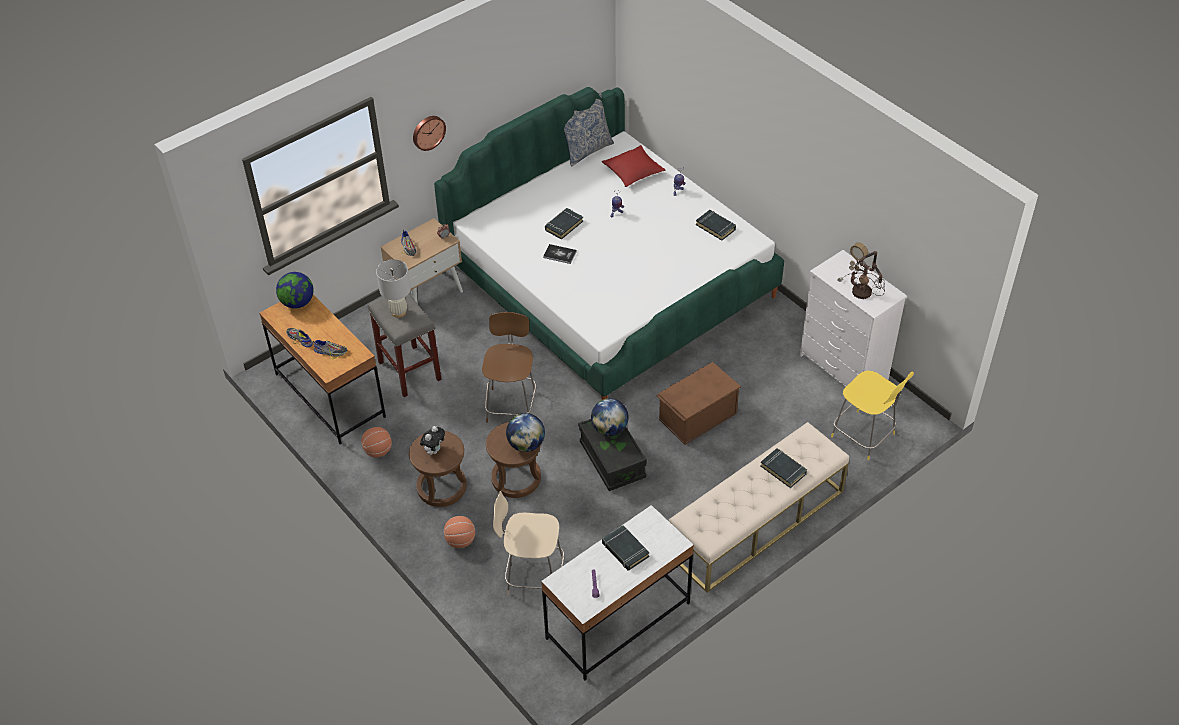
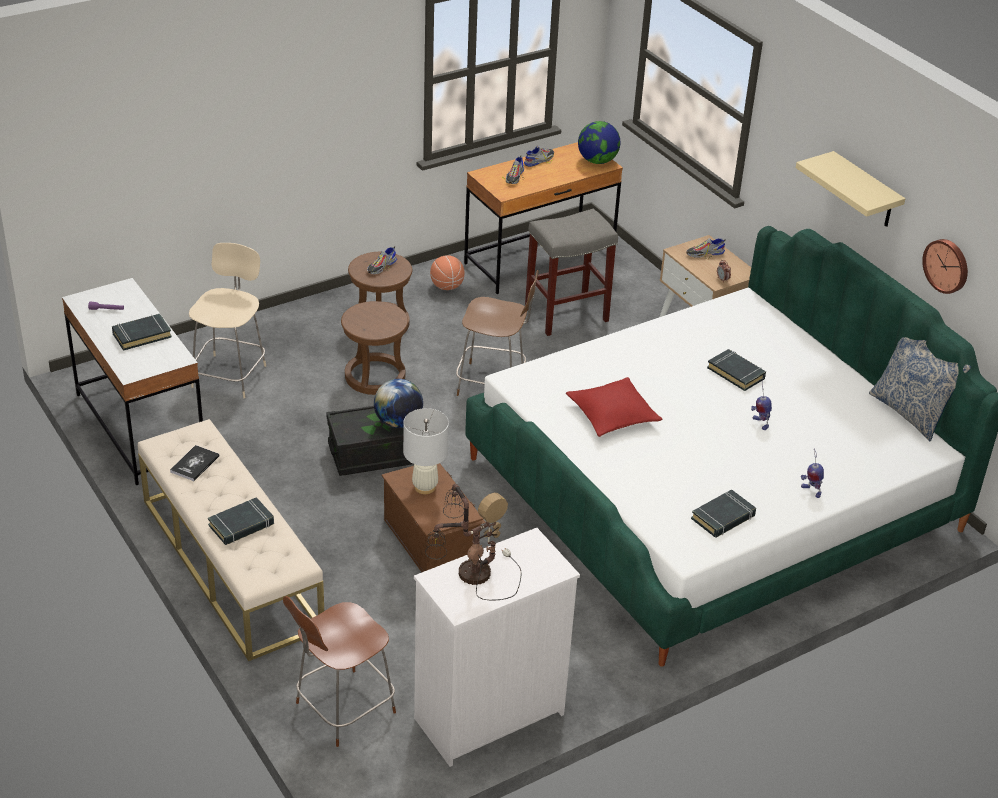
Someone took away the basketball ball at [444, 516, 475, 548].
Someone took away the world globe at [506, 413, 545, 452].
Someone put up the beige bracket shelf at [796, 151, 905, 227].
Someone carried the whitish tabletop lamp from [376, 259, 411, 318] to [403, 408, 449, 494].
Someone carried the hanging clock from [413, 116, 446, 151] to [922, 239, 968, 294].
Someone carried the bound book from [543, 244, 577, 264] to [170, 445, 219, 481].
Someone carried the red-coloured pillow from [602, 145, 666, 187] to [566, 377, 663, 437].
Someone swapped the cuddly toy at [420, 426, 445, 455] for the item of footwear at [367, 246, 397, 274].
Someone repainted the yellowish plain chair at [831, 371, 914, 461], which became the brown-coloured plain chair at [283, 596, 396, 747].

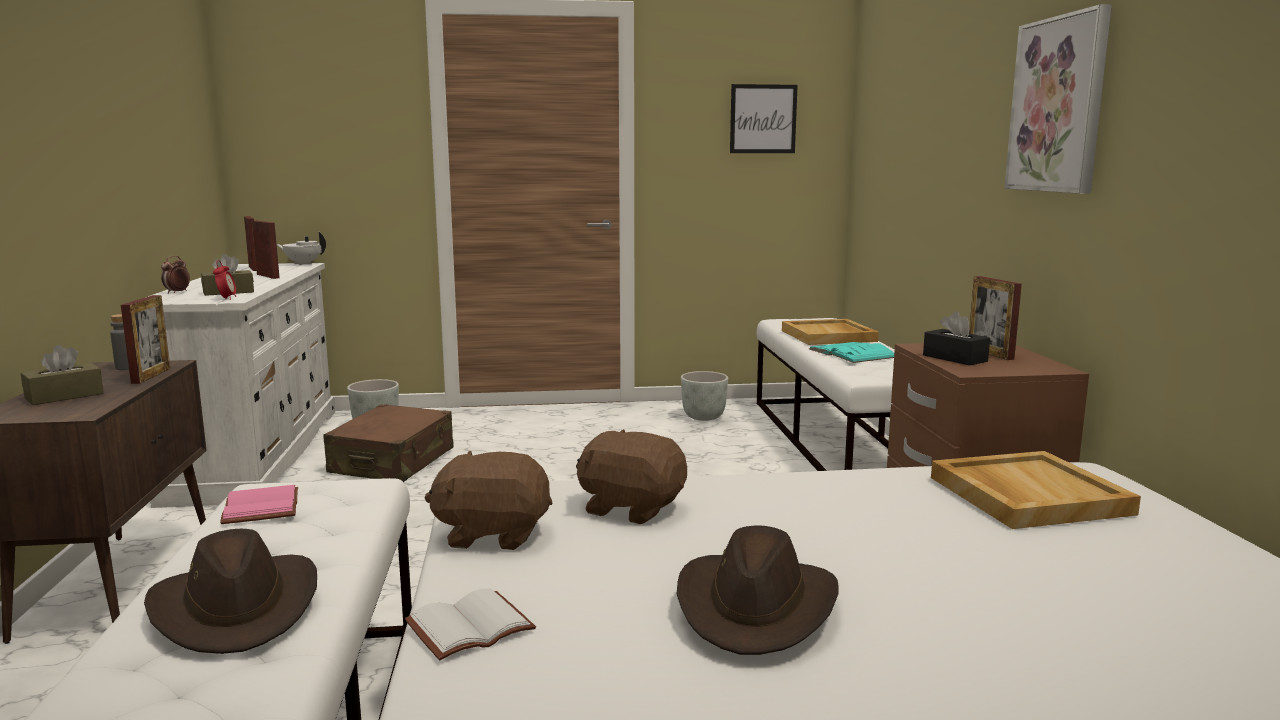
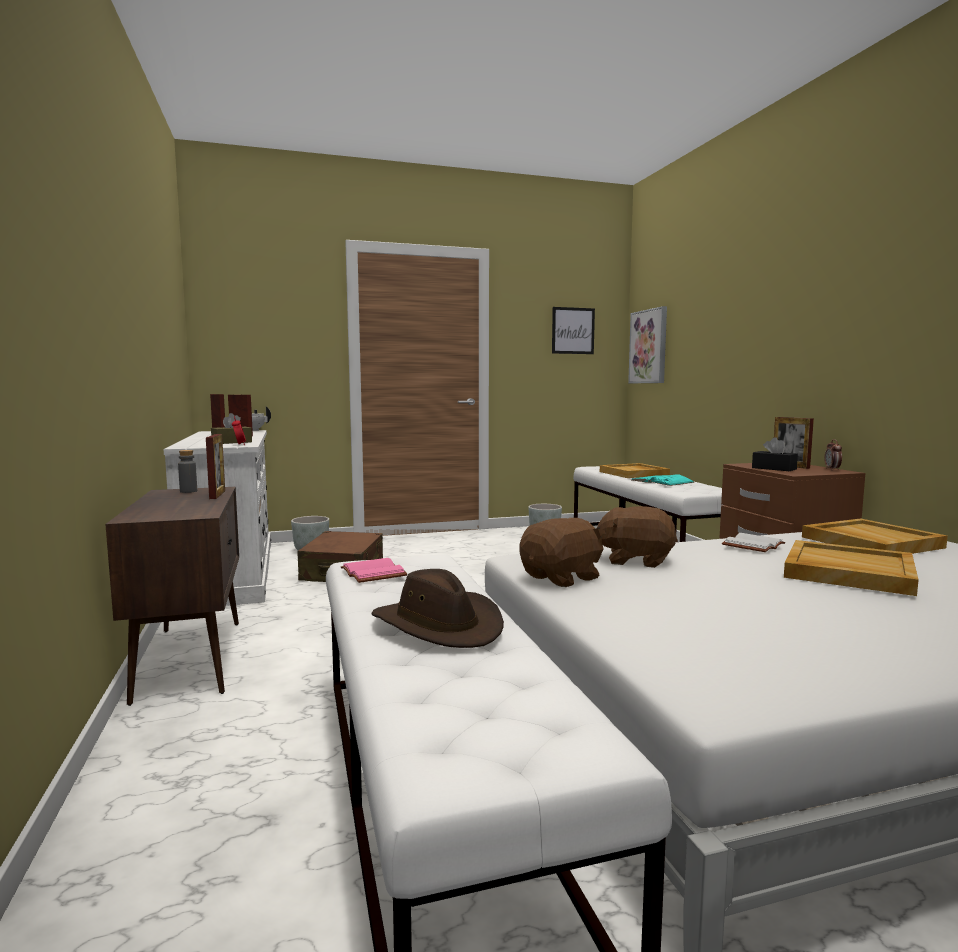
Someone took away the brown-coloured tissue holder at [21, 345, 104, 405].
Someone took away the brown-coloured clothing hat at [677, 525, 839, 655].
Someone put down the beige tray at [784, 540, 919, 596].
Someone carried the table clock from [161, 256, 190, 294] to [824, 439, 842, 470].
Someone carried the whitish bound book from [405, 588, 536, 661] to [722, 533, 785, 552].
Someone carried the picture from [1004, 4, 1112, 194] to [628, 306, 667, 383].
Someone rotated the brown-coloured cuddly toy at [424, 451, 552, 550] by 150 degrees clockwise.

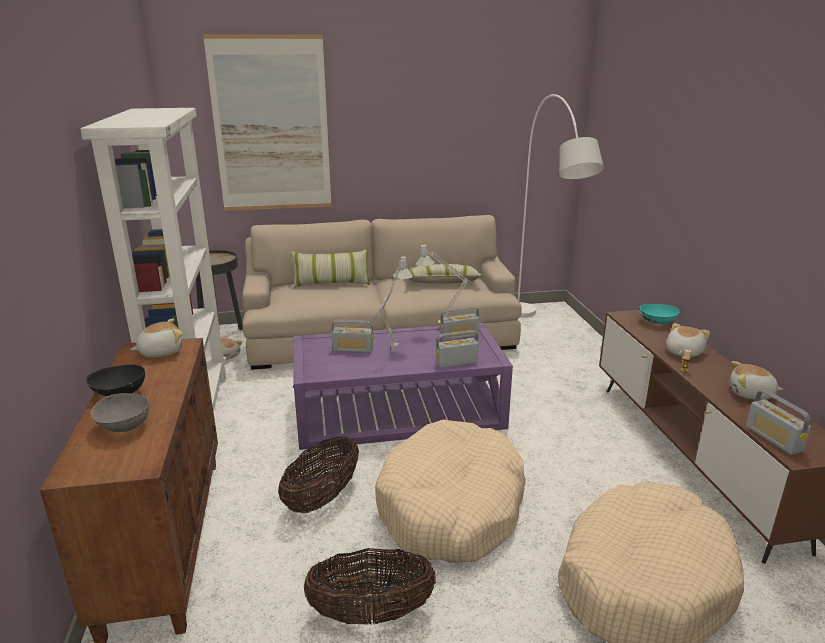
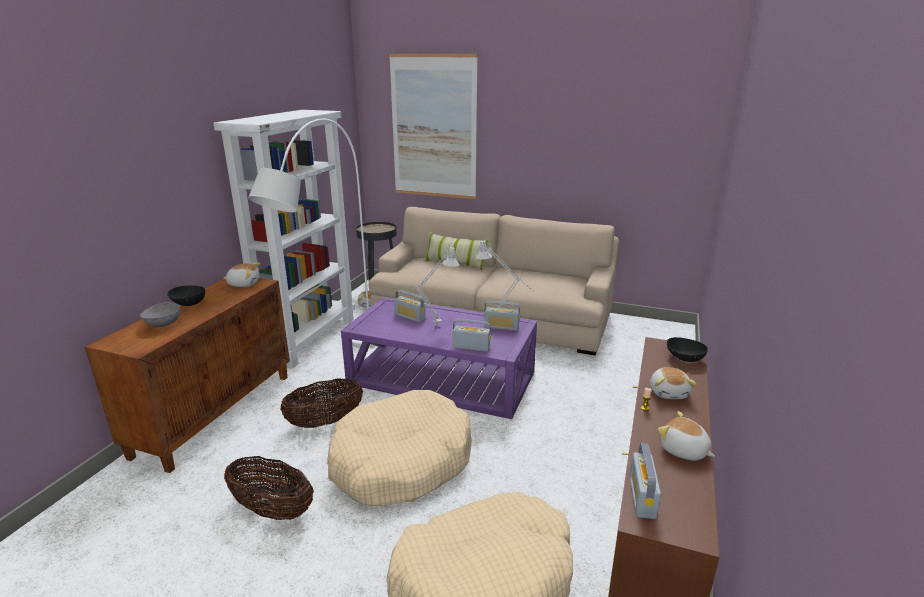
Someone took away the pillow at [408, 264, 483, 284].
Someone carried the whitish standard lamp from [518, 94, 604, 318] to [248, 118, 375, 348].
Someone repainted the turquoise-coloured deep dish at [639, 304, 679, 324], which became the black-coloured deep dish at [667, 337, 708, 362].
Someone rotated the cuddly toy at [666, 323, 710, 357] by 120 degrees clockwise.

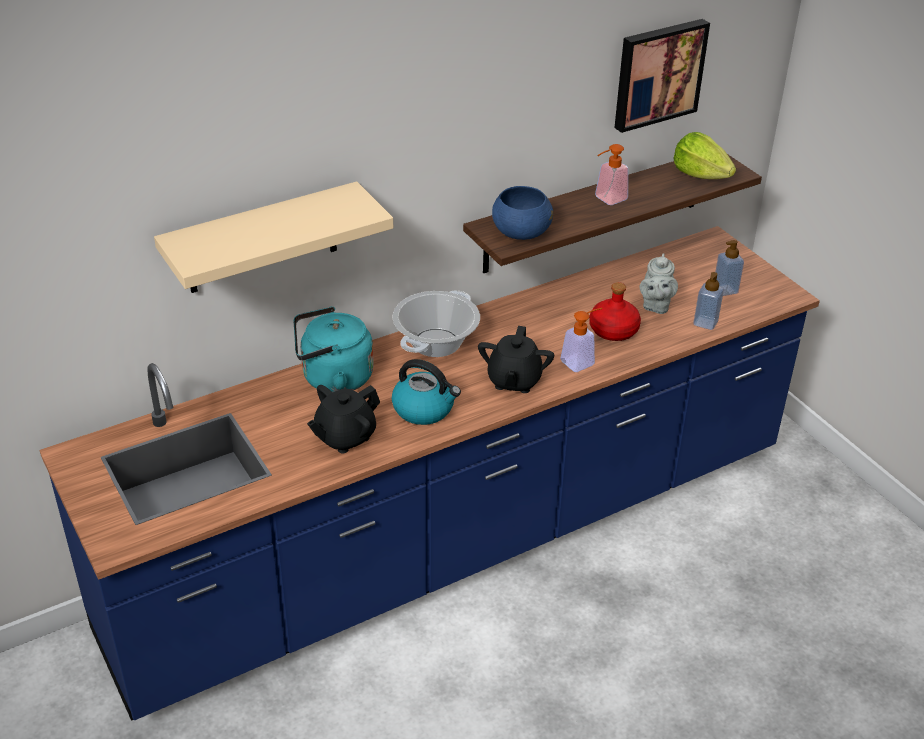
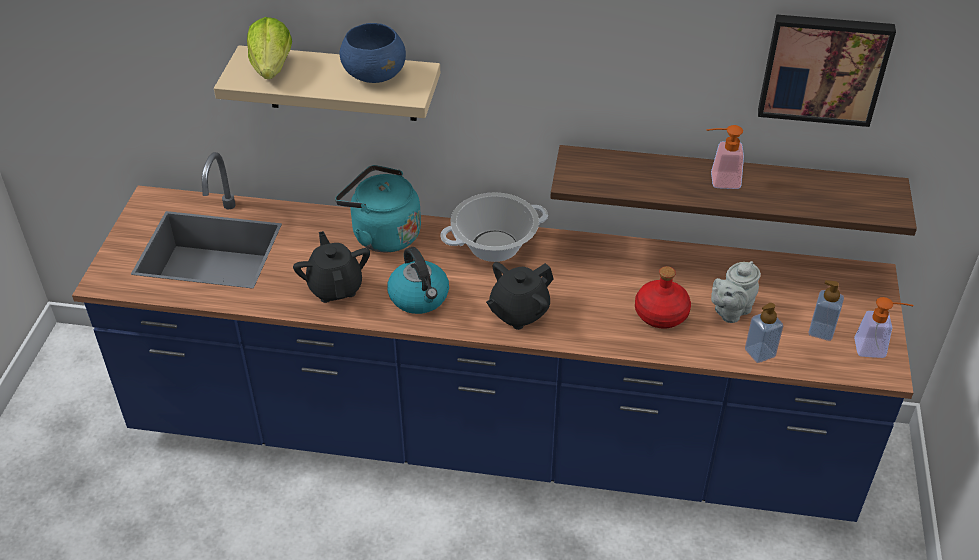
Someone carried the blue deep dish from [492, 186, 553, 240] to [340, 23, 406, 83].
Someone carried the liquid soap bottle from [560, 308, 602, 372] to [854, 297, 914, 358].
Someone carried the lettuce head from [673, 132, 736, 179] to [247, 17, 292, 79].
Someone rotated the black-coloured tea pot at [307, 385, 380, 453] by 75 degrees clockwise.

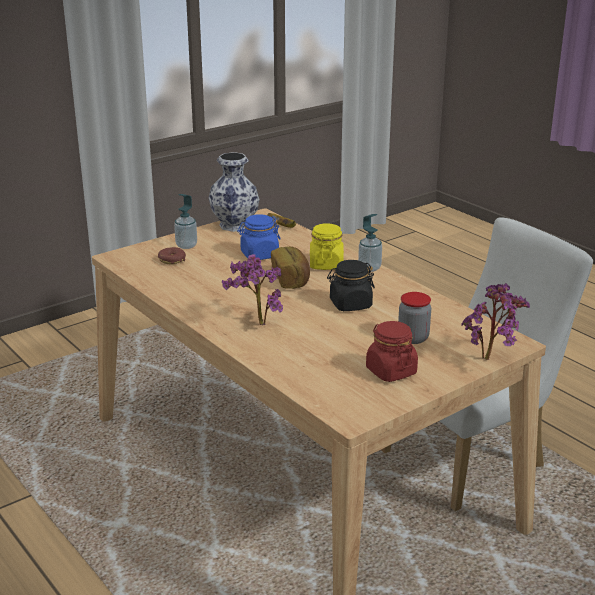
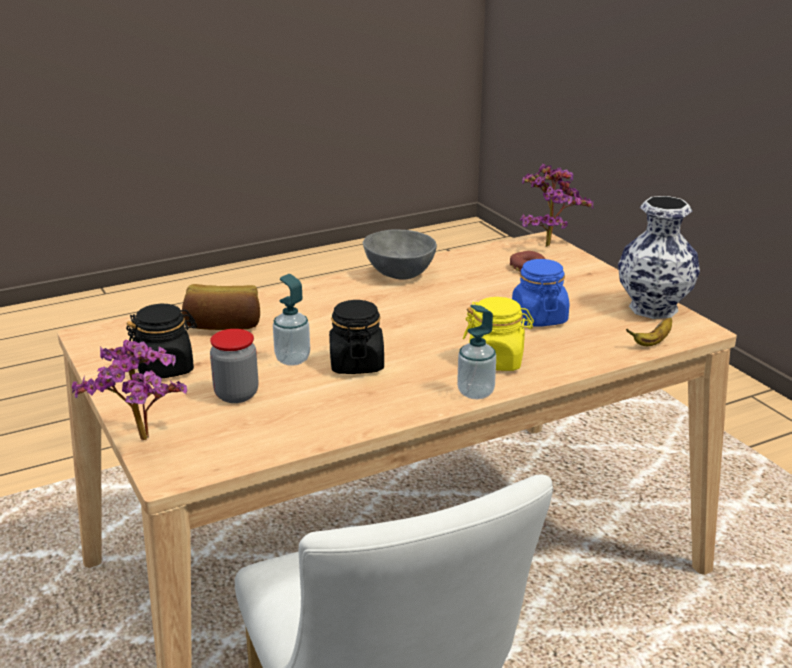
Someone put down the greyish deep dish at [363, 229, 437, 280].
Someone carried the liquid soap bottle from [174, 194, 197, 249] to [273, 274, 310, 366].
Someone carried the potted plant from [222, 254, 283, 325] to [519, 164, 594, 247].
Someone carried the baked bread from [271, 246, 310, 289] to [182, 284, 260, 330].
Someone repainted the red-coloured jar at [366, 321, 418, 382], which became the black-coloured jar at [126, 304, 197, 378].

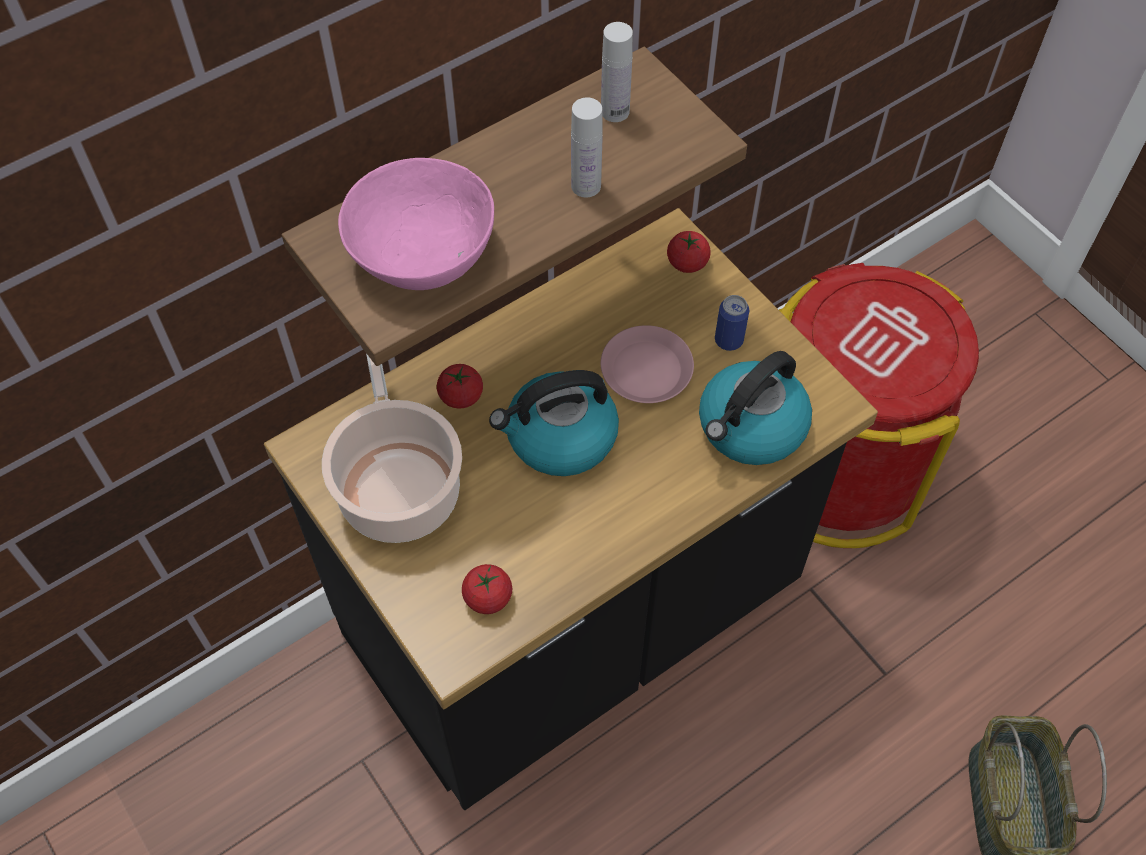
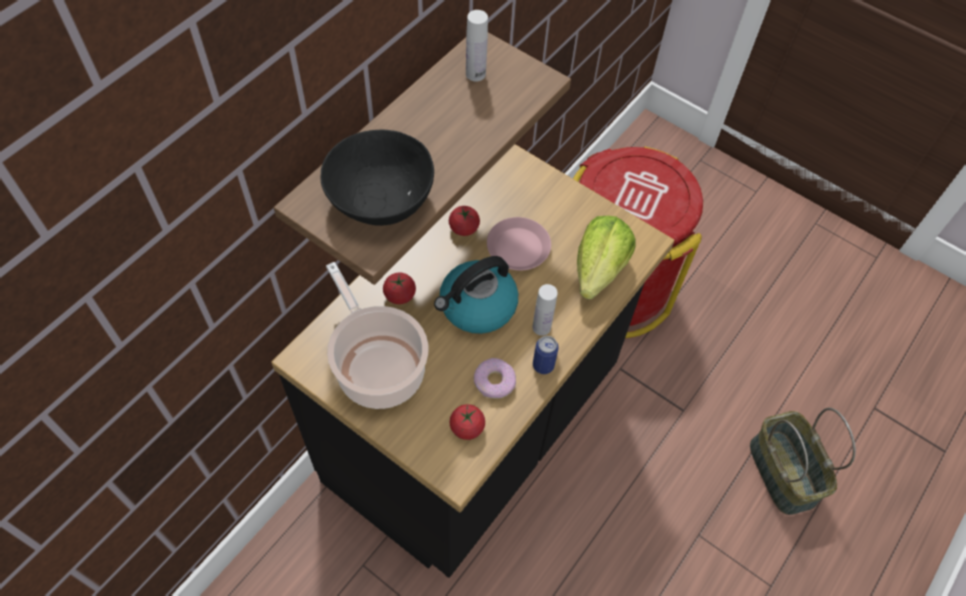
Someone put down the ring doughnut at [474, 358, 516, 399].
Someone carried the whitish drink bottle from [571, 97, 603, 198] to [532, 284, 558, 336].
Someone carried the whole tomato from [667, 231, 711, 273] to [449, 206, 480, 236].
Someone carried the sealed can from [715, 295, 749, 351] to [533, 336, 559, 374].
Someone swapped the kettle at [699, 351, 812, 465] for the lettuce head at [577, 216, 636, 300].
Someone repainted the pink-coloured deep dish at [338, 158, 494, 290], which became the black-coloured deep dish at [320, 130, 434, 226].

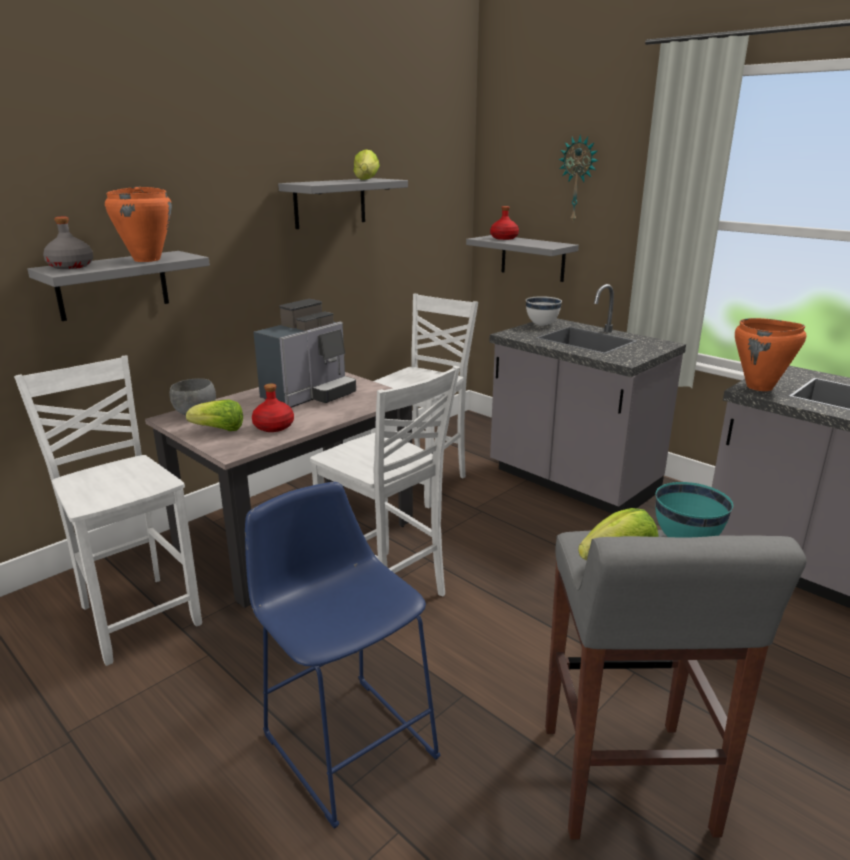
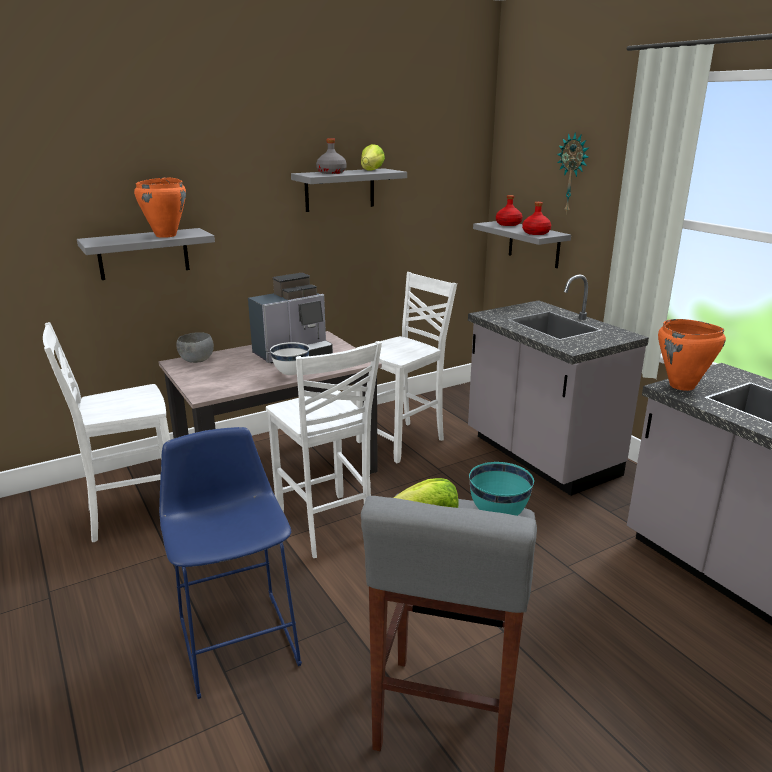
Someone took away the lettuce head at [186, 399, 243, 431].
Someone carried the greyish drink bottle from [43, 217, 93, 269] to [316, 138, 347, 174].
Someone carried the red-coloured drink bottle from [252, 384, 294, 432] to [522, 202, 551, 235].
Someone carried the whitish deep dish from [526, 296, 562, 325] to [270, 342, 310, 375].
Someone rotated the whitish plain chair at [14, 356, 202, 666] by 90 degrees counterclockwise.

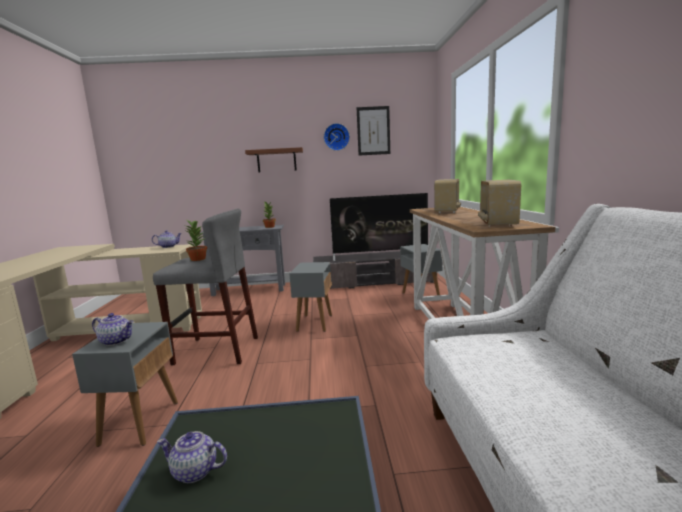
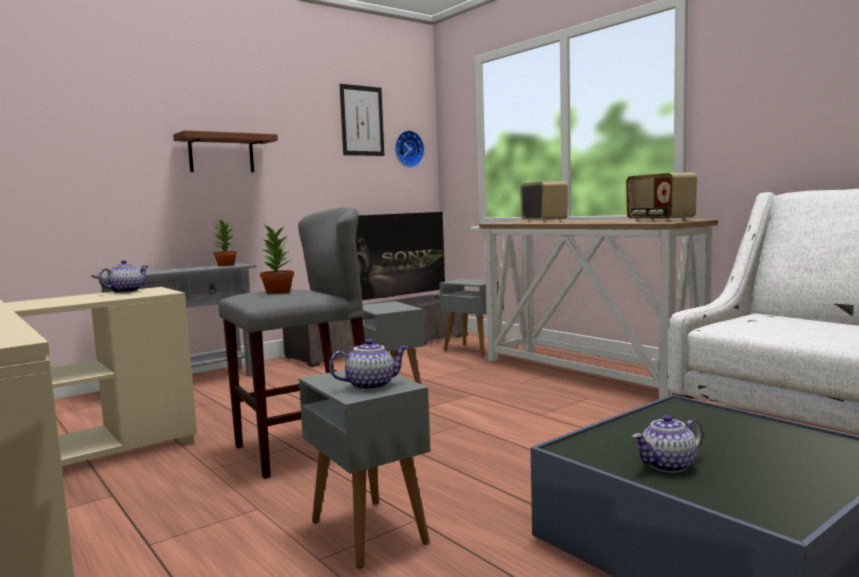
Someone carried the hanging clock from [324, 123, 350, 151] to [395, 130, 425, 168].

